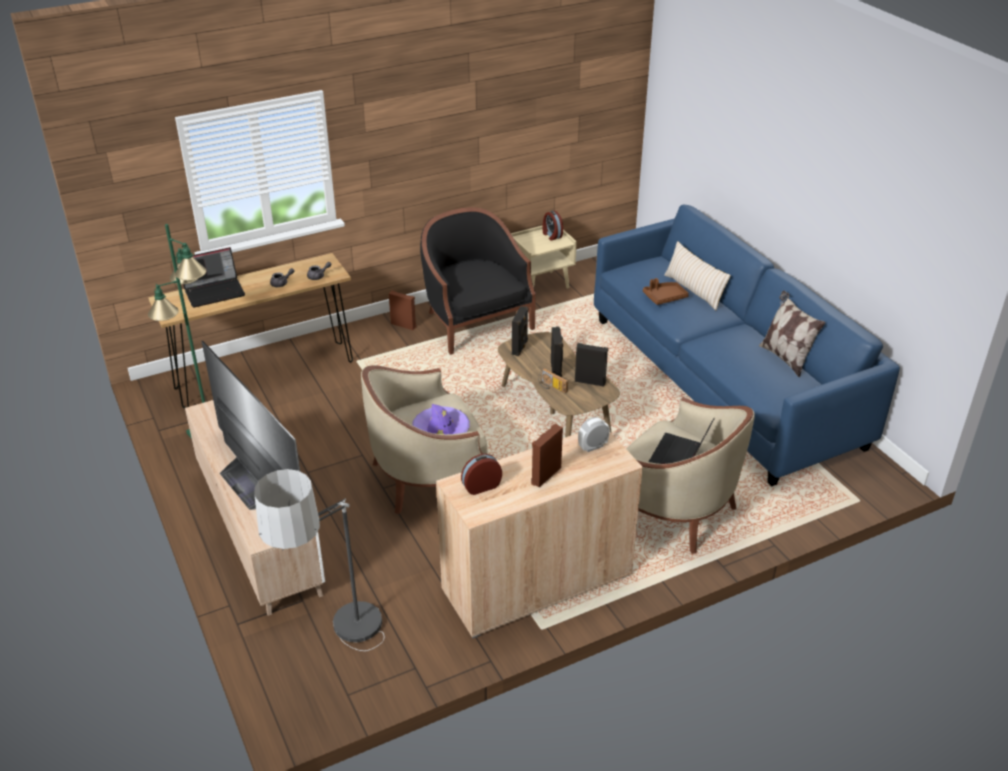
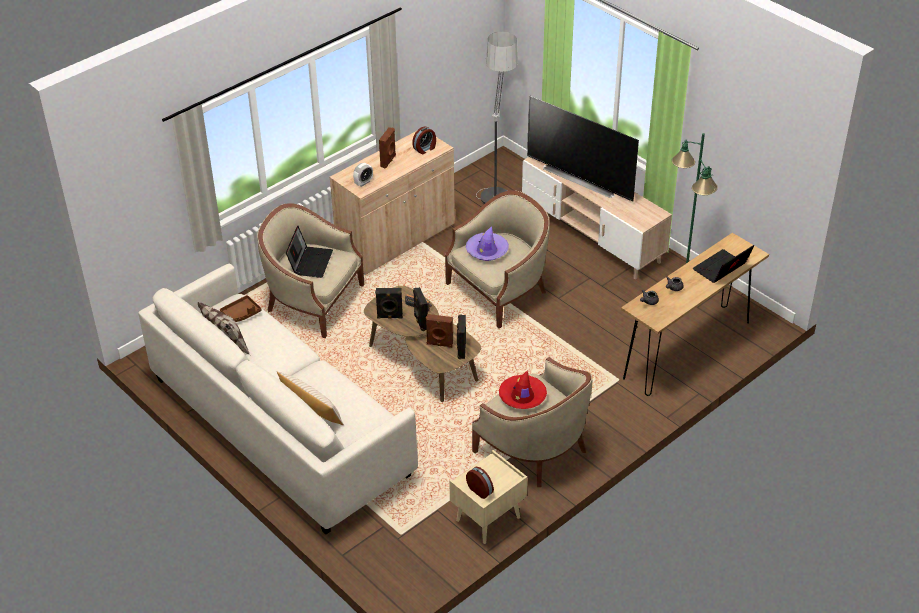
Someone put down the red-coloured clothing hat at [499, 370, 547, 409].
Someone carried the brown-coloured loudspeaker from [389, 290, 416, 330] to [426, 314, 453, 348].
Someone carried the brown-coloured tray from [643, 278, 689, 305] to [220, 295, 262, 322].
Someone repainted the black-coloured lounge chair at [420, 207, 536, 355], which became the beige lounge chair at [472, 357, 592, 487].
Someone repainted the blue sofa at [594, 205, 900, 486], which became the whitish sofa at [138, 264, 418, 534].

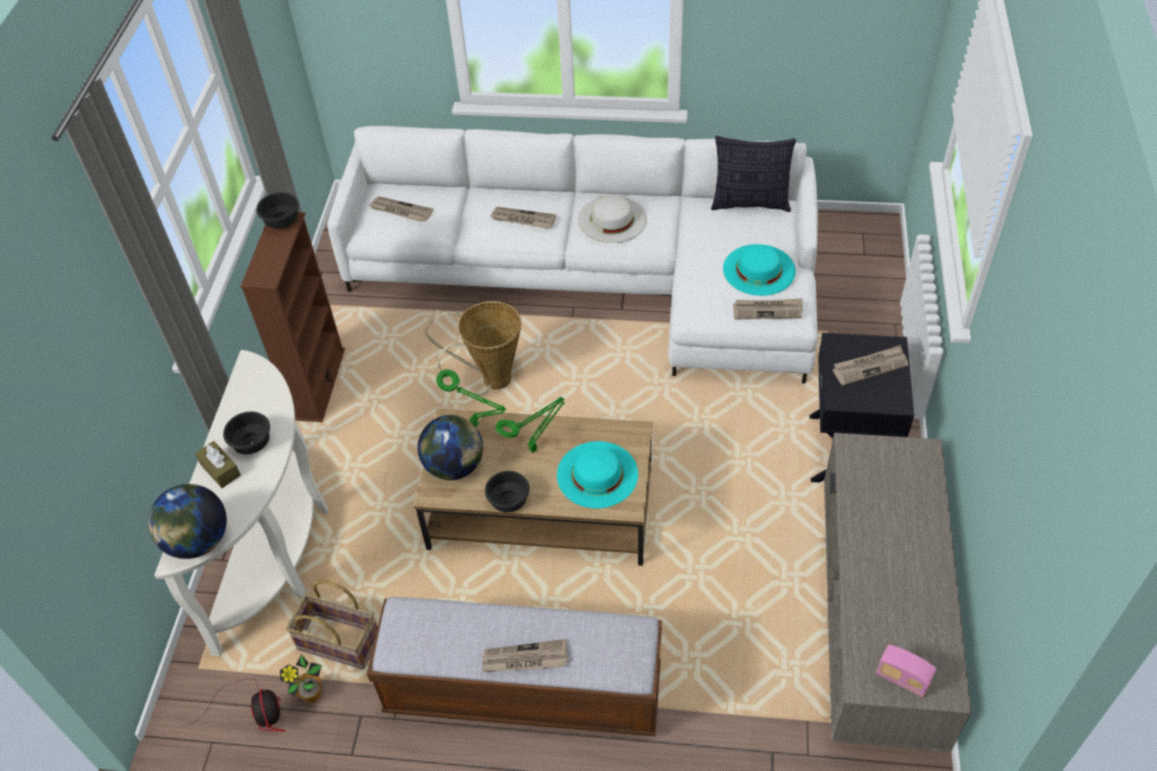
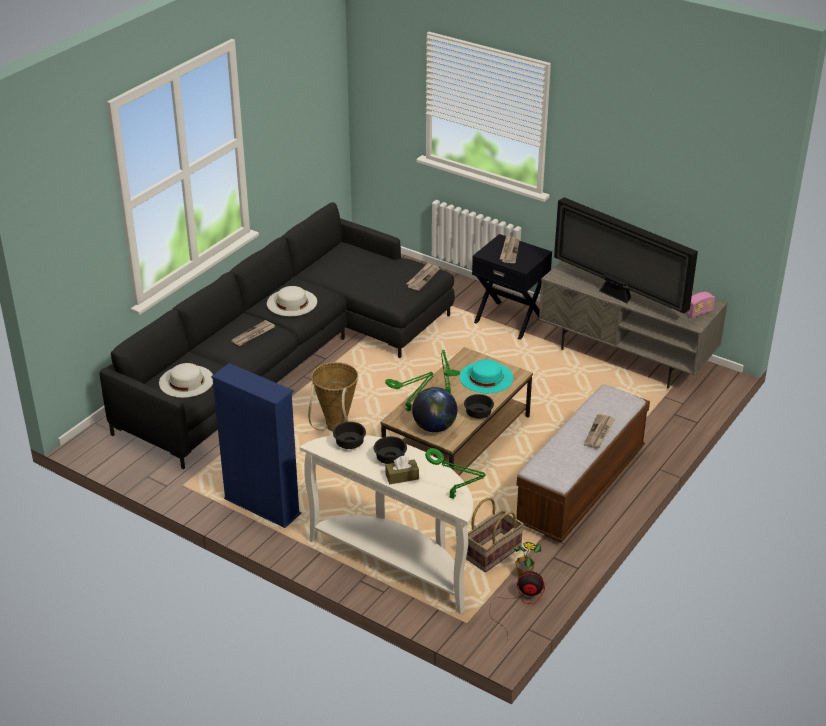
Someone took away the pillow at [711, 136, 796, 212].
Someone took away the turquoise-coloured clothing hat at [723, 244, 796, 296].
Someone put down the TV at [554, 197, 698, 314].
Someone carried the black-coloured deep dish from [256, 192, 299, 229] to [333, 422, 366, 449].
Someone swapped the world globe at [148, 484, 227, 559] for the green-coloured tabletop lamp at [425, 448, 486, 499].
Someone swapped the printed paper at [368, 196, 433, 222] for the whitish clothing hat at [159, 363, 213, 398].
Someone repainted the brown-coloured bookcase at [240, 212, 345, 422], which became the blue bookcase at [211, 363, 301, 528].
Someone repainted the whitish sofa at [327, 126, 818, 384], which became the black-coloured sofa at [99, 202, 455, 469].

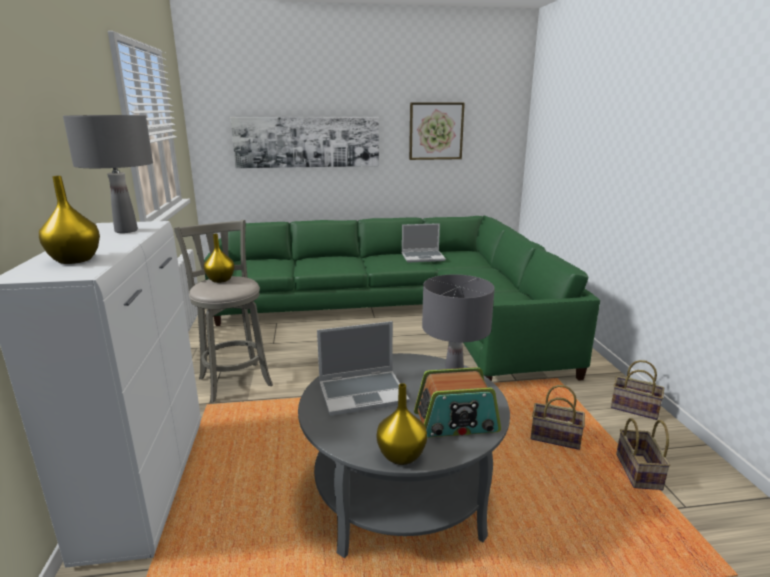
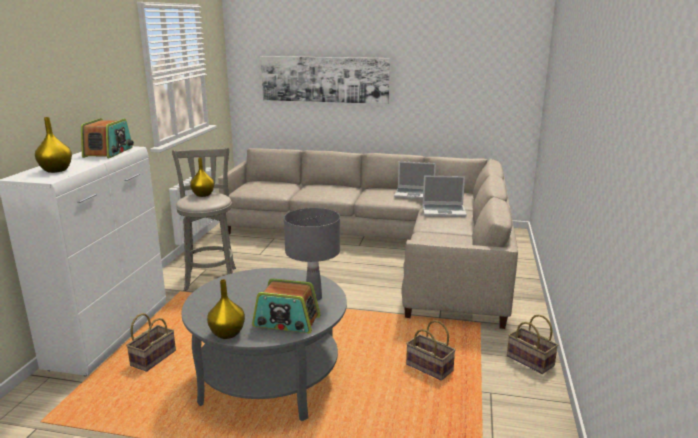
Someone took away the picture at [409, 102, 465, 160].
Someone carried the notebook computer from [317, 321, 409, 416] to [423, 176, 467, 217].
Someone carried the basket from [616, 418, 670, 491] to [126, 313, 176, 371].
Someone swapped the greyish tabletop lamp at [63, 115, 153, 233] for the radio at [81, 118, 134, 158].
Someone repainted the green-coloured sofa at [204, 215, 600, 381], which became the beige sofa at [218, 148, 518, 329].

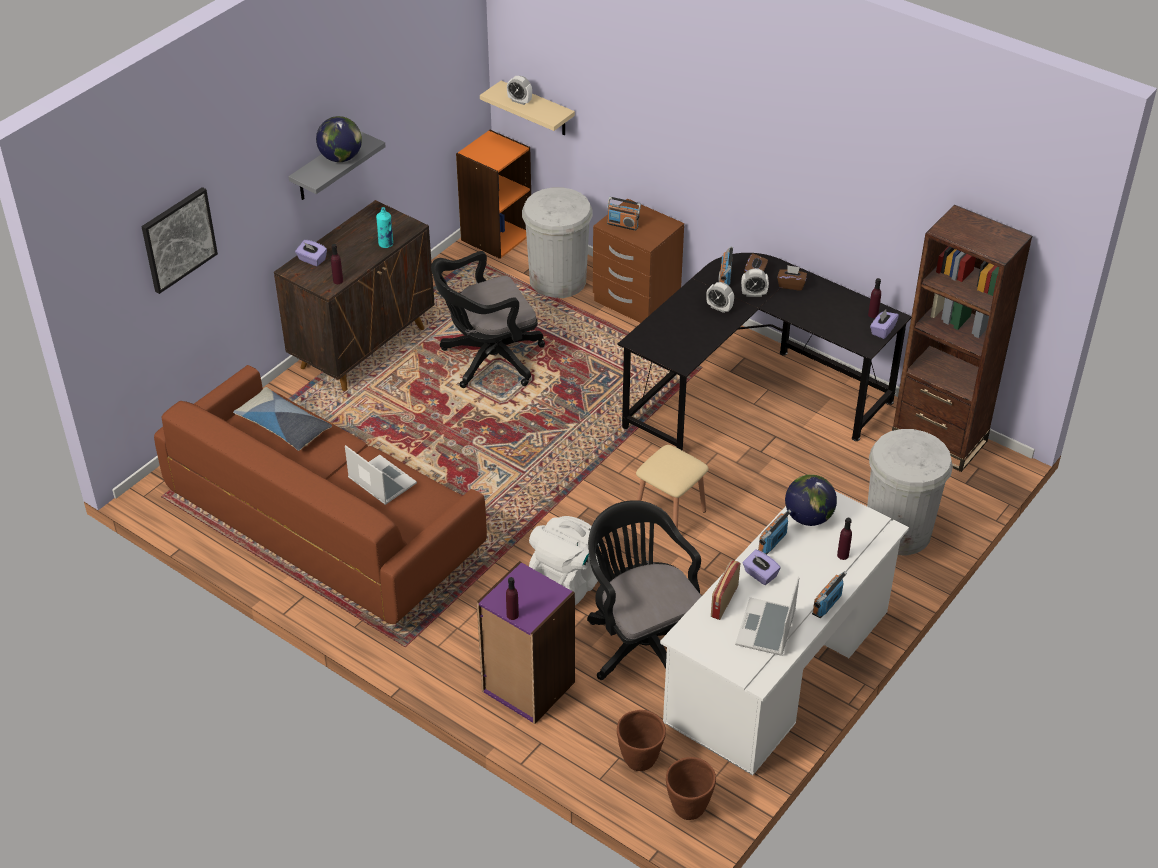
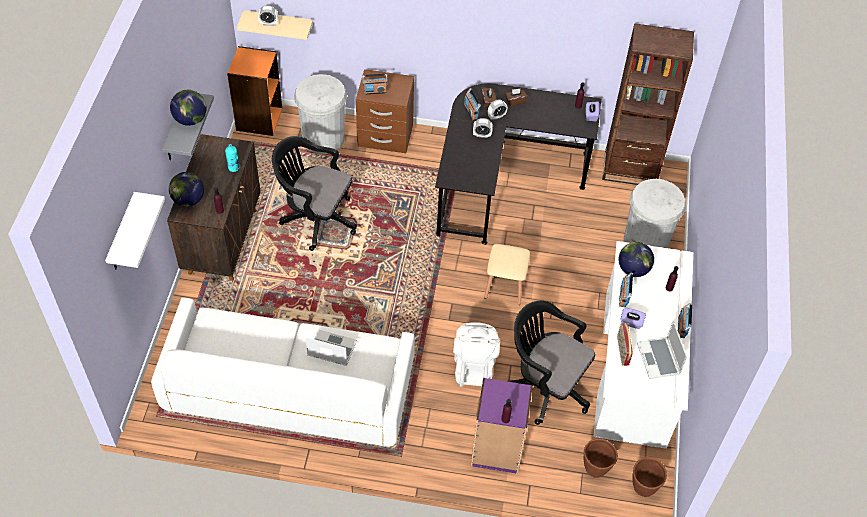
Someone took away the pillow at [233, 387, 332, 451].
Someone swapped the picture at [141, 187, 218, 294] for the whitish bracket shelf at [105, 192, 165, 269].
Someone swapped the purple-coloured tissue holder at [295, 240, 327, 266] for the world globe at [169, 172, 204, 207].
Someone repainted the brown-coloured sofa at [154, 365, 487, 624], which became the whitish sofa at [151, 298, 415, 447].
Someone rotated the black-coloured desk chair at [431, 251, 545, 388] by 75 degrees clockwise.

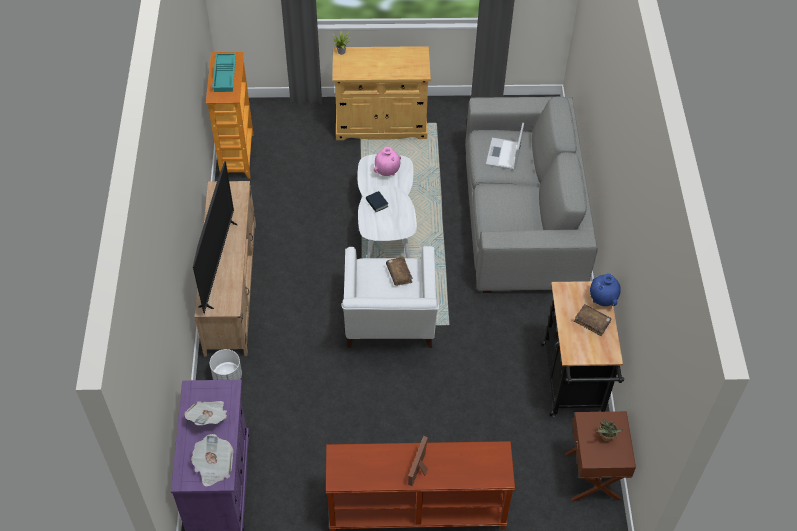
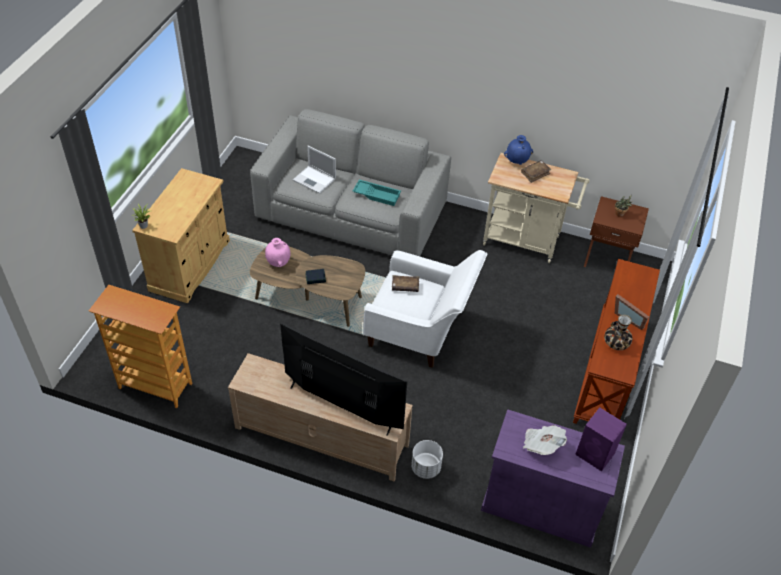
Someone put down the vase at [604, 315, 632, 350].
Someone carried the turquoise-coloured tray from [212, 53, 236, 92] to [353, 180, 401, 206].
Someone swapped the printed paper at [191, 434, 233, 487] for the purple-coloured loudspeaker at [575, 407, 627, 472].
Someone repainted the whitish lounge table at [357, 154, 417, 258], which became the brown-coloured lounge table at [250, 247, 365, 327].
Someone repainted the black-coloured wheeled cart at [541, 281, 624, 417], which became the beige wheeled cart at [483, 153, 589, 263].

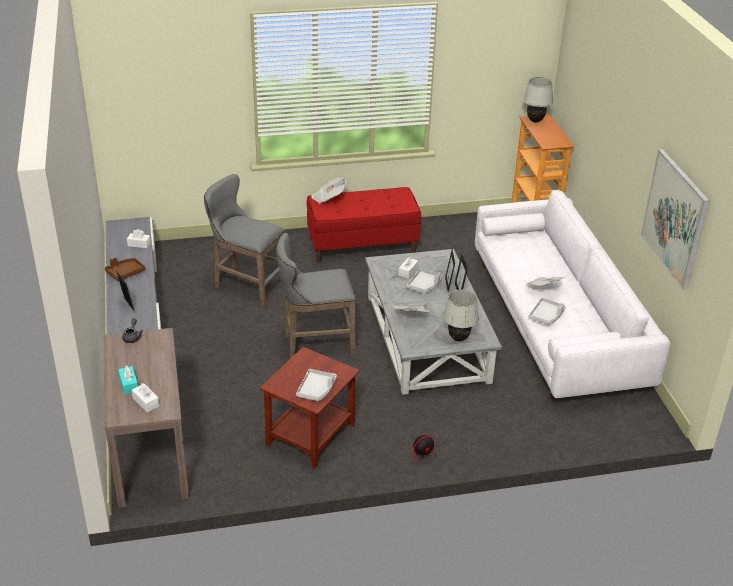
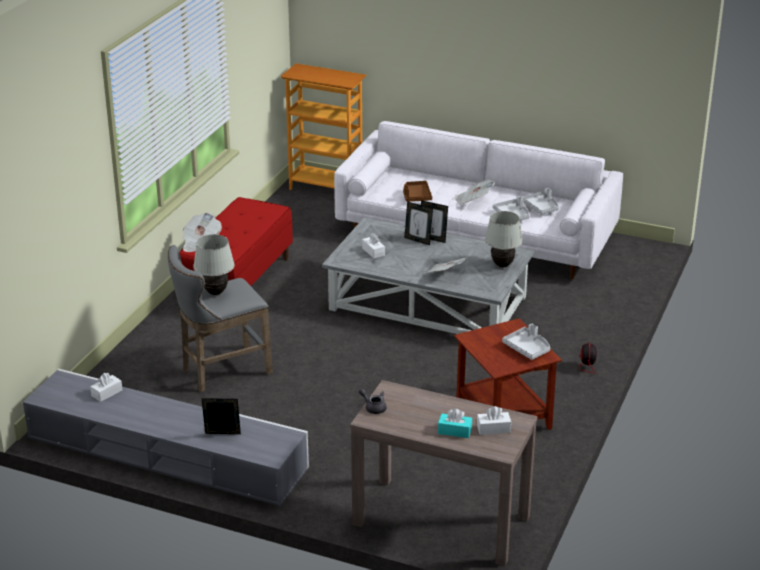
Someone took away the greyish stool at [276, 233, 356, 358].
Someone took away the picture at [641, 149, 710, 289].
Someone carried the brown-coloured tray from [105, 258, 146, 281] to [403, 181, 432, 202].
Someone carried the greyish tray from [407, 268, 443, 293] to [522, 188, 559, 215].
Someone carried the whitish tabletop lamp from [523, 77, 553, 123] to [193, 234, 235, 295].

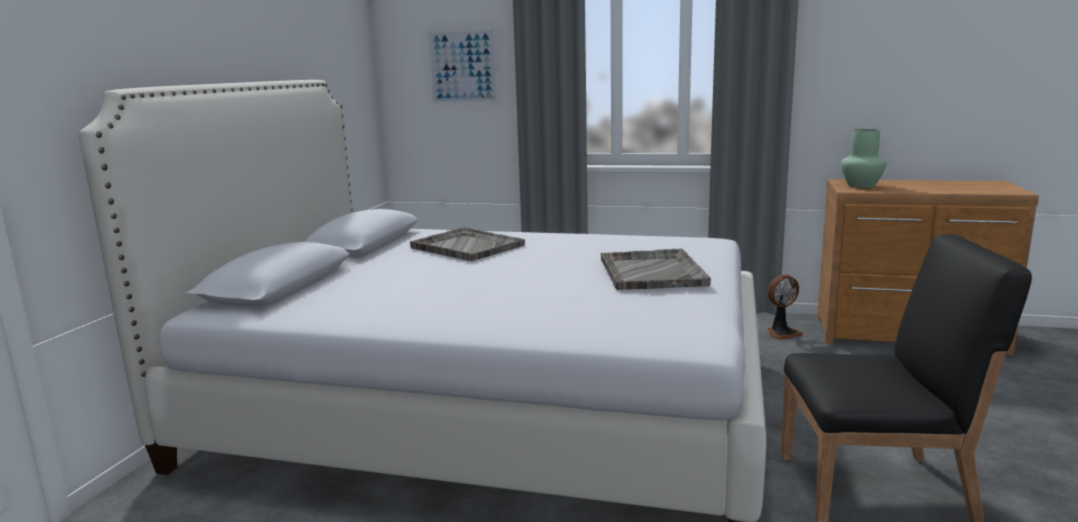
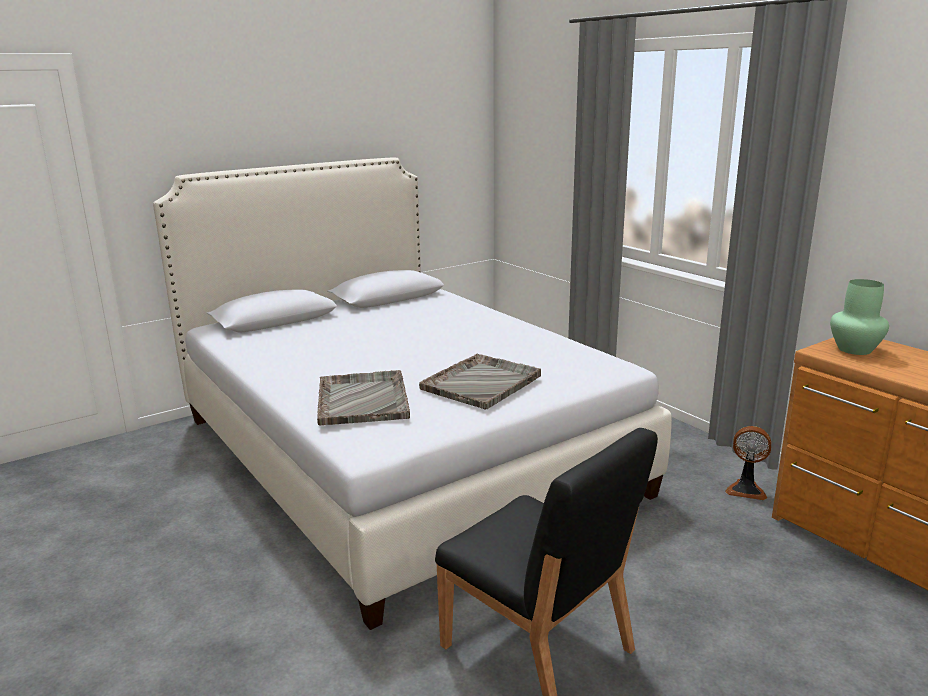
Someone took away the picture at [427, 28, 499, 104].
Someone carried the greyish tray from [410, 227, 525, 261] to [317, 370, 410, 425].

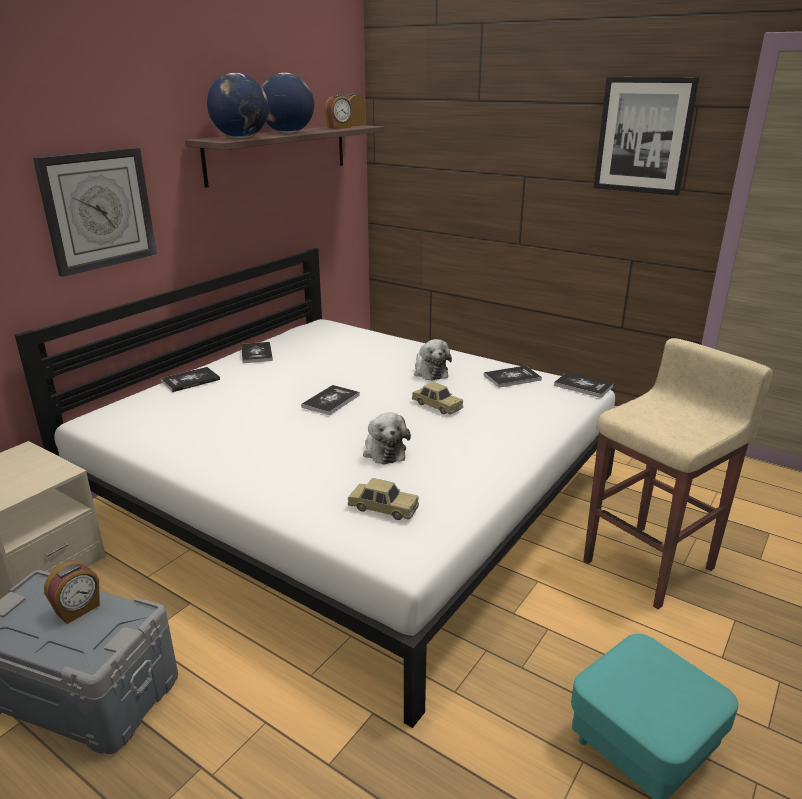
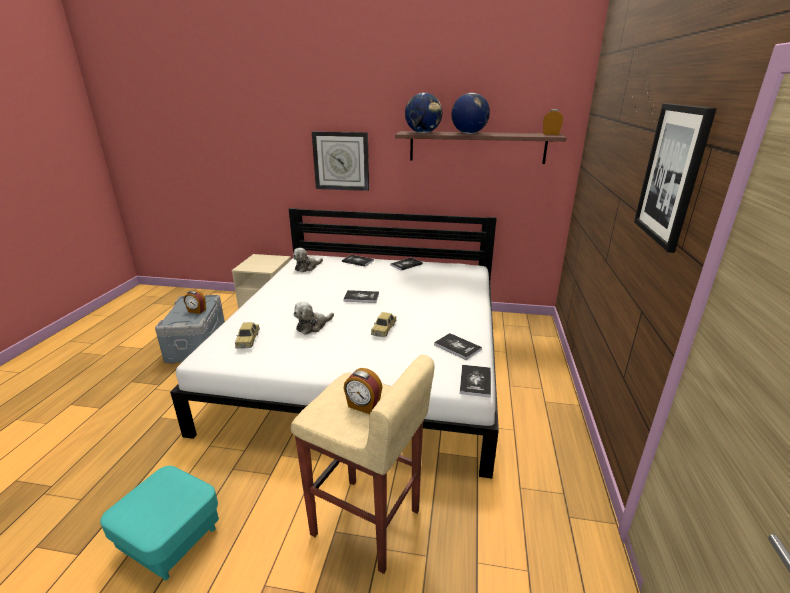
Someone carried the table clock from [324, 94, 352, 129] to [344, 368, 382, 414].
Someone carried the cuddly toy from [414, 339, 452, 380] to [293, 248, 323, 273].

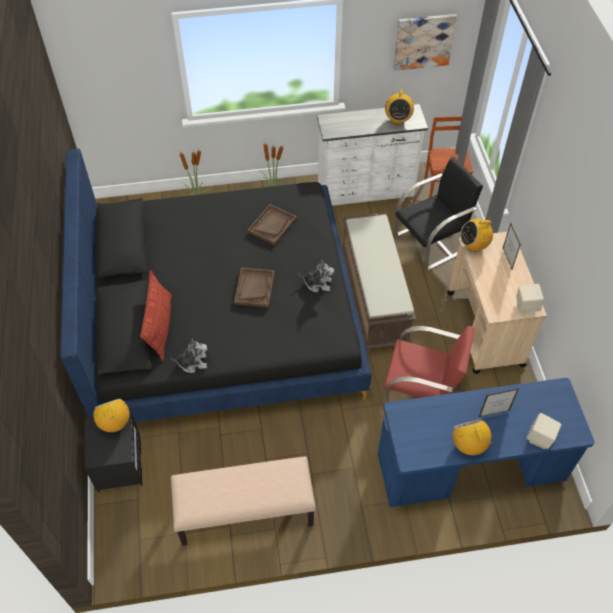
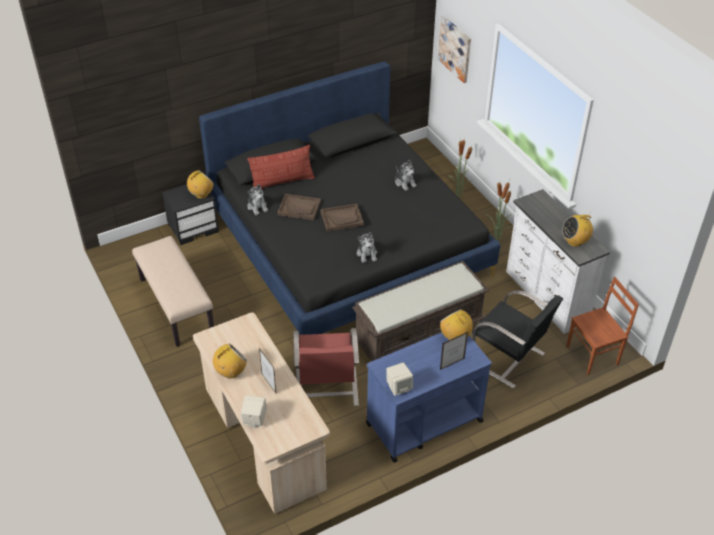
Someone put down the cuddly toy at [395, 160, 417, 191].
Someone carried the brown-coloured tray from [248, 204, 297, 245] to [277, 194, 321, 220].
Someone carried the picture from [393, 14, 457, 71] to [438, 16, 471, 83].
Someone repainted the blue desk at [378, 378, 594, 507], which became the beige desk at [193, 312, 330, 514].
Someone repainted the beige wheeled cart at [447, 232, 547, 374], which became the blue wheeled cart at [366, 332, 492, 463].

